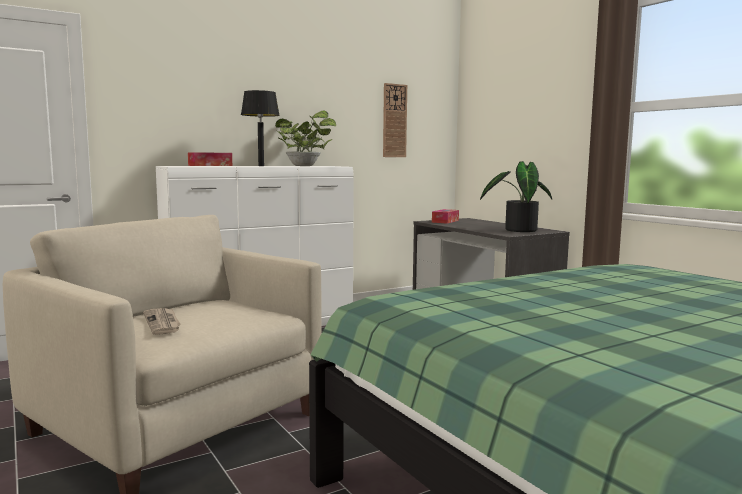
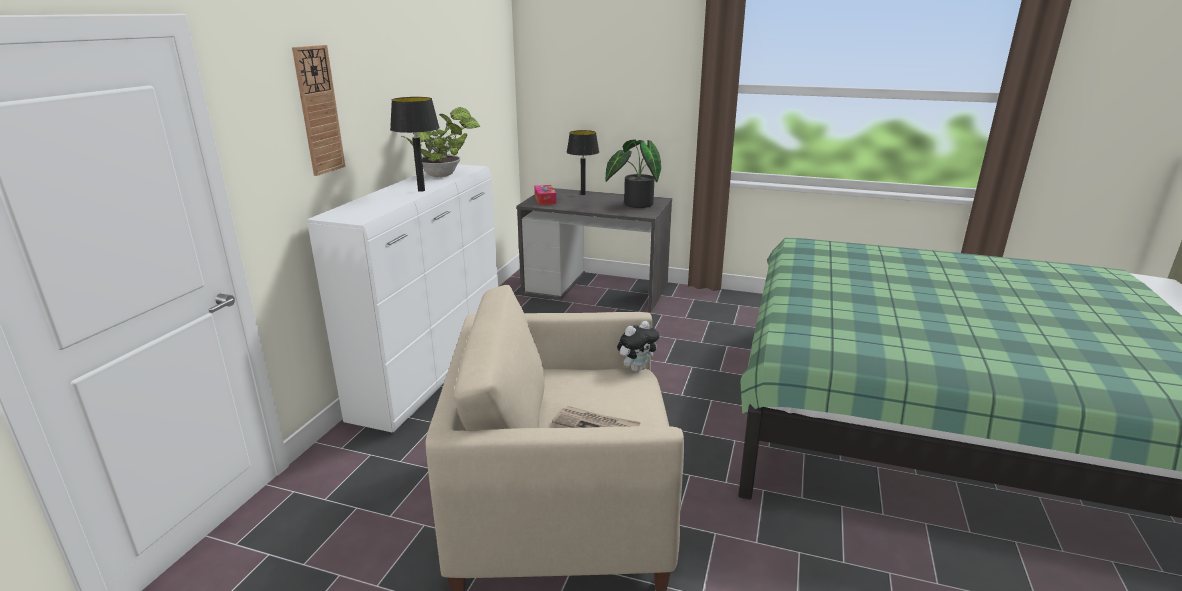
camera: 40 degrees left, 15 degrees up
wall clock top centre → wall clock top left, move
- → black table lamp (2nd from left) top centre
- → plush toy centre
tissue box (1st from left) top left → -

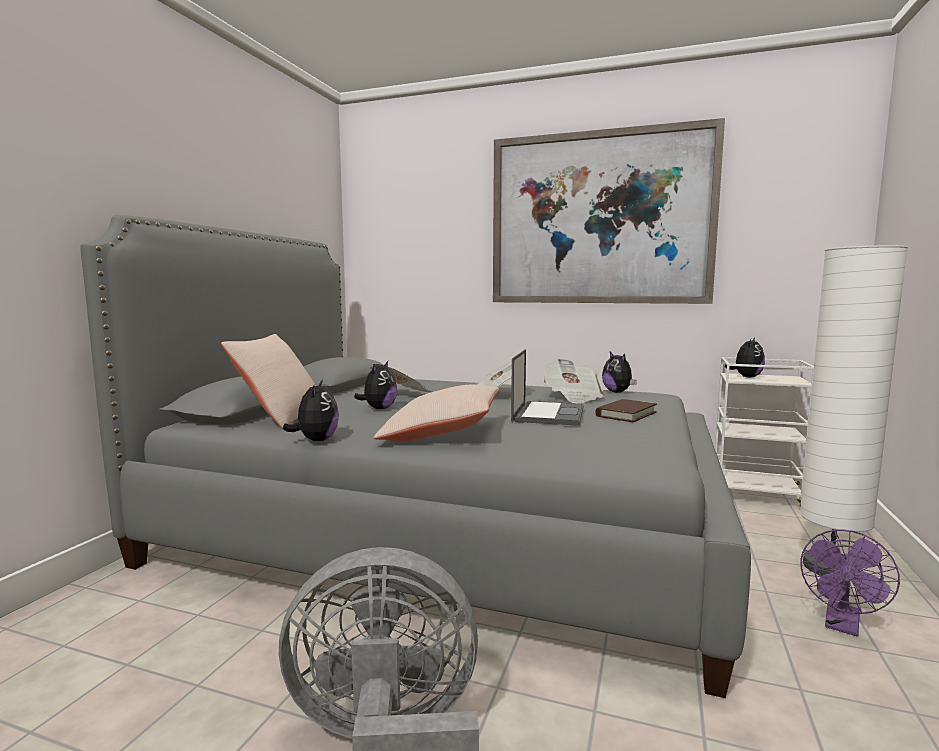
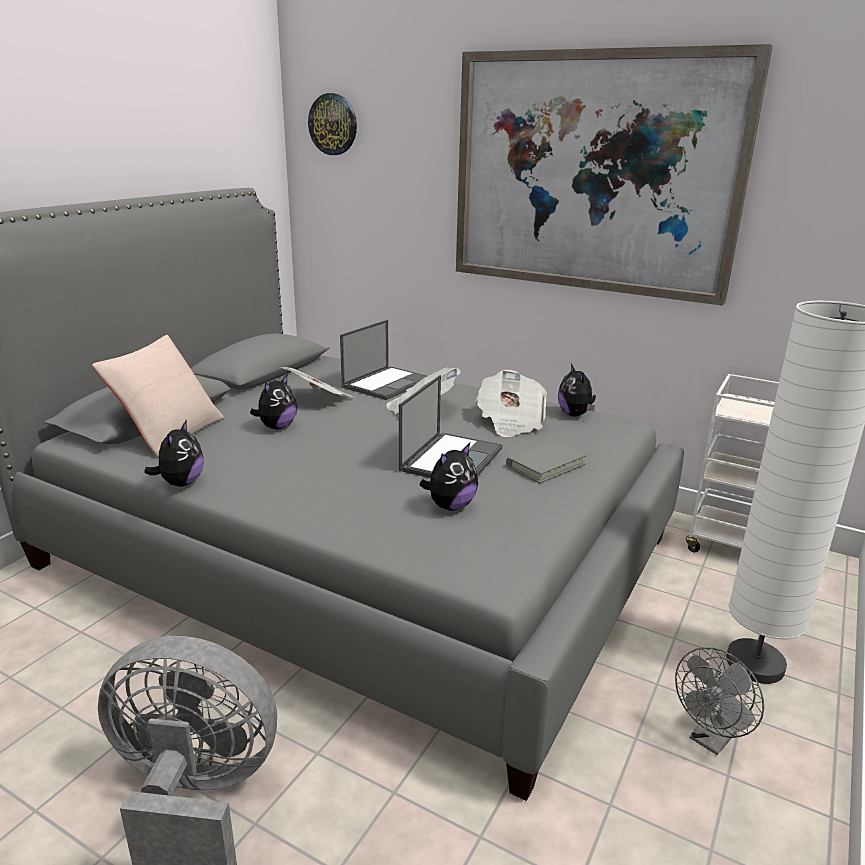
camera: 10 degrees right, 15 degrees up
- → wall clock top centre
- → laptop (1st from left) centre
plush toy (4th from left in the first image) middle right → plush toy (3rd from left) centre, move
brown book middle right → grey book centre
purple fan bottom right → grey fan (2nd from left) bottom right
beige pillow (2nd from left) centre → -

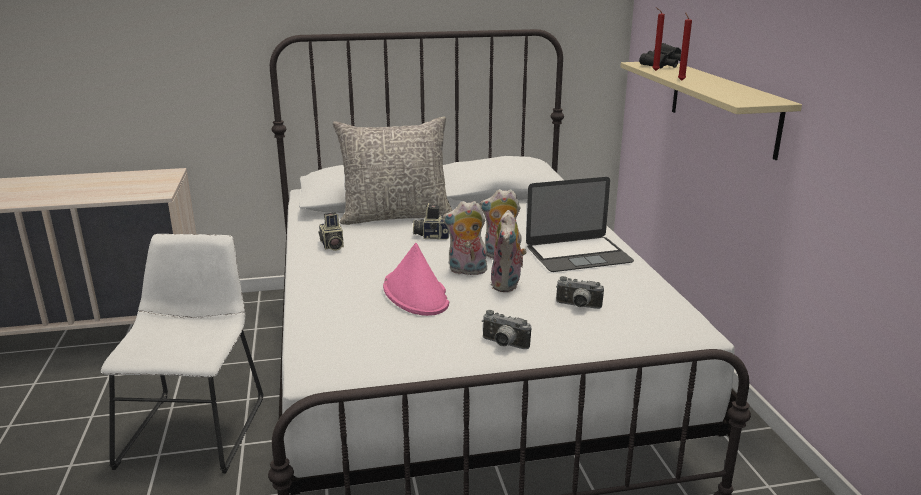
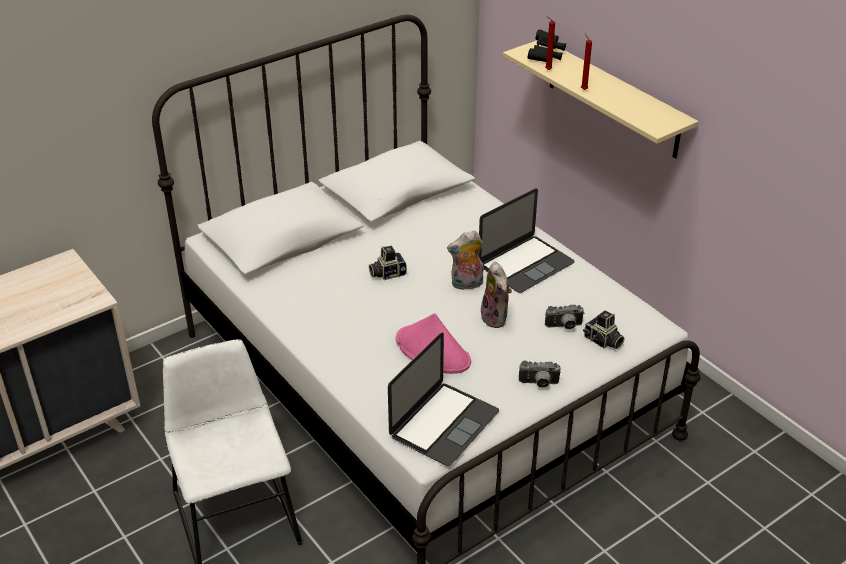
camera: 25 degrees left, 15 degrees up
- → laptop (1st from left) bottom centre
photo camera (1st from left in the first image) centre → photo camera (4th from left) middle right, move
grey pillow centre → -
plush toy (1st from left) centre → -

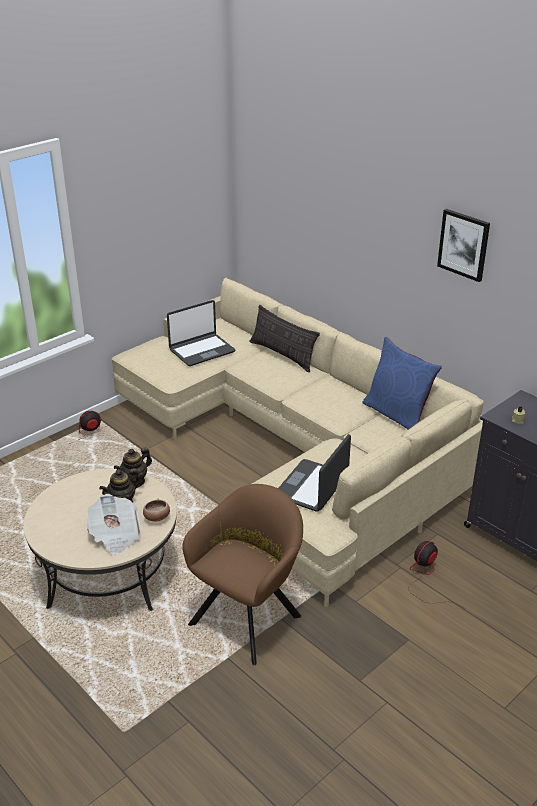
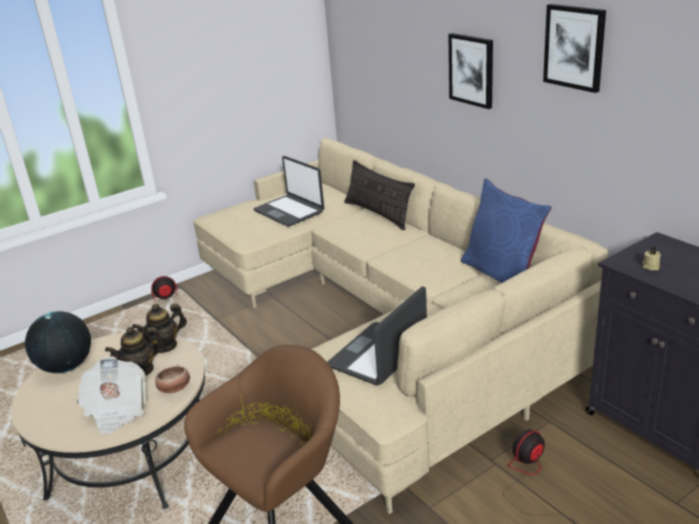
camera: 10 degrees right, 5 degrees down
- → globe middle left
laptop (1st from left) centre, 75 degrees clockwise
- → picture (1st from left) top right

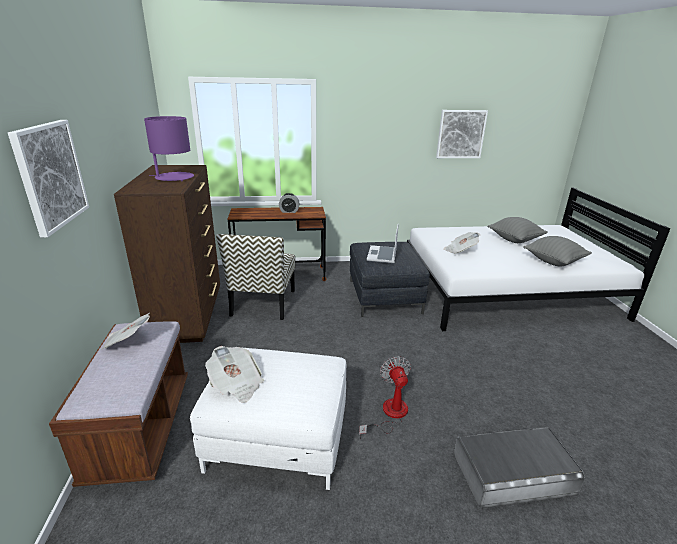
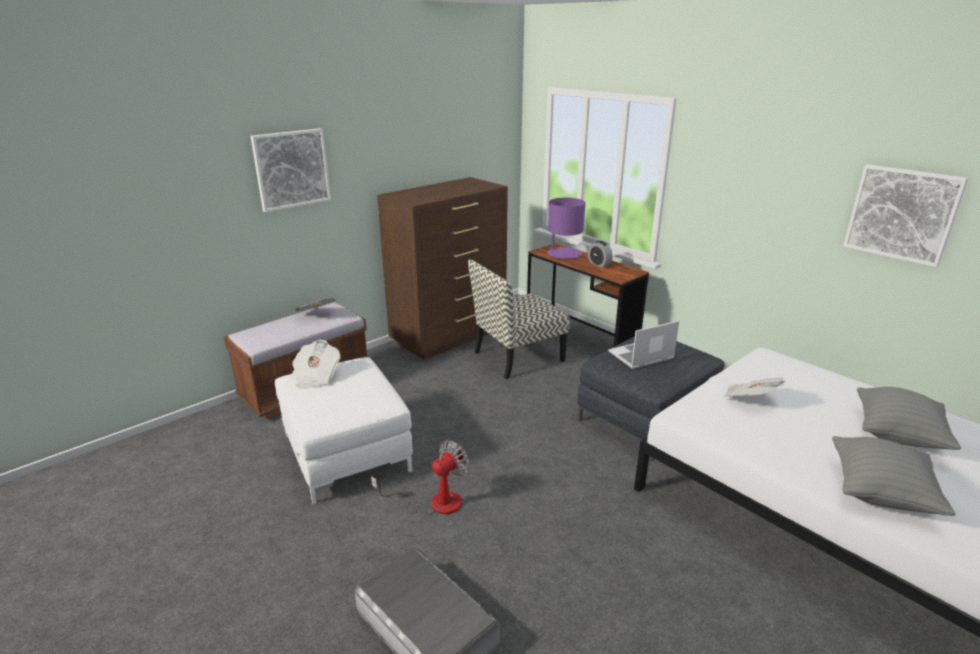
camera: 55 degrees right, 0 degrees up
purple table lamp top left → purple table lamp centre, move

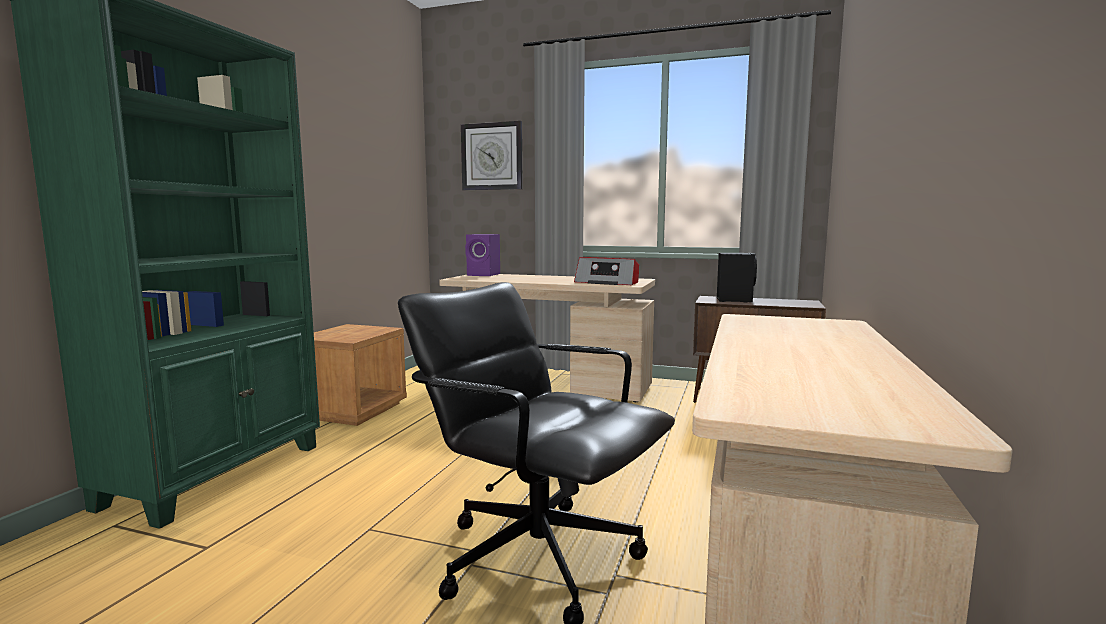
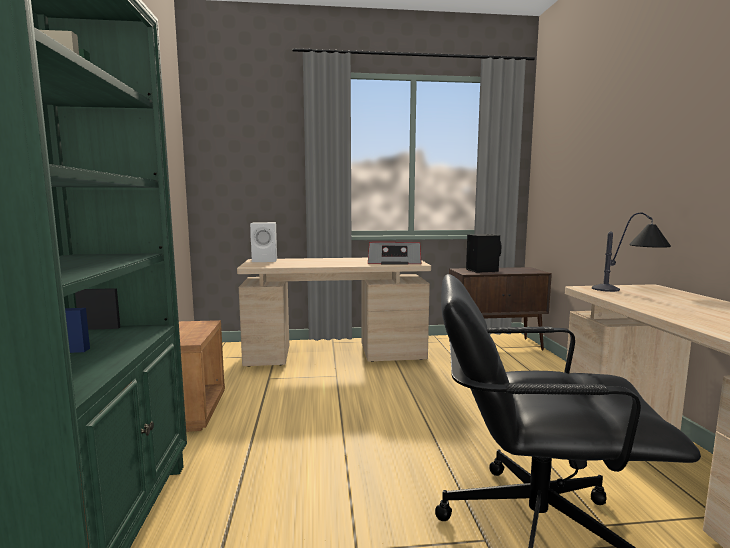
camera: 25 degrees left, 0 degrees up
purple speaker centre → white speaker centre
- → table lamp middle right
wall clock top centre → -

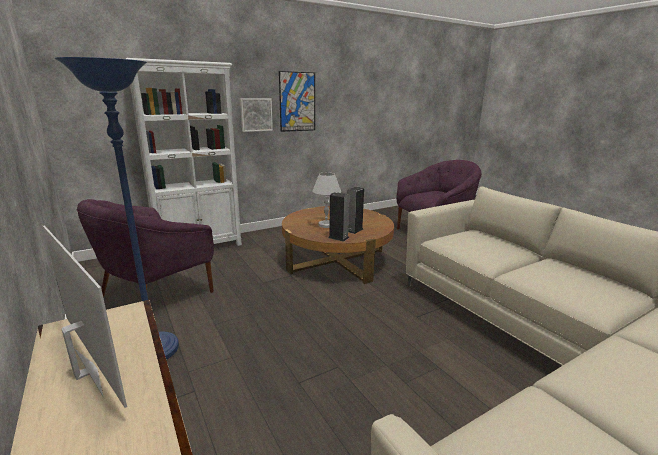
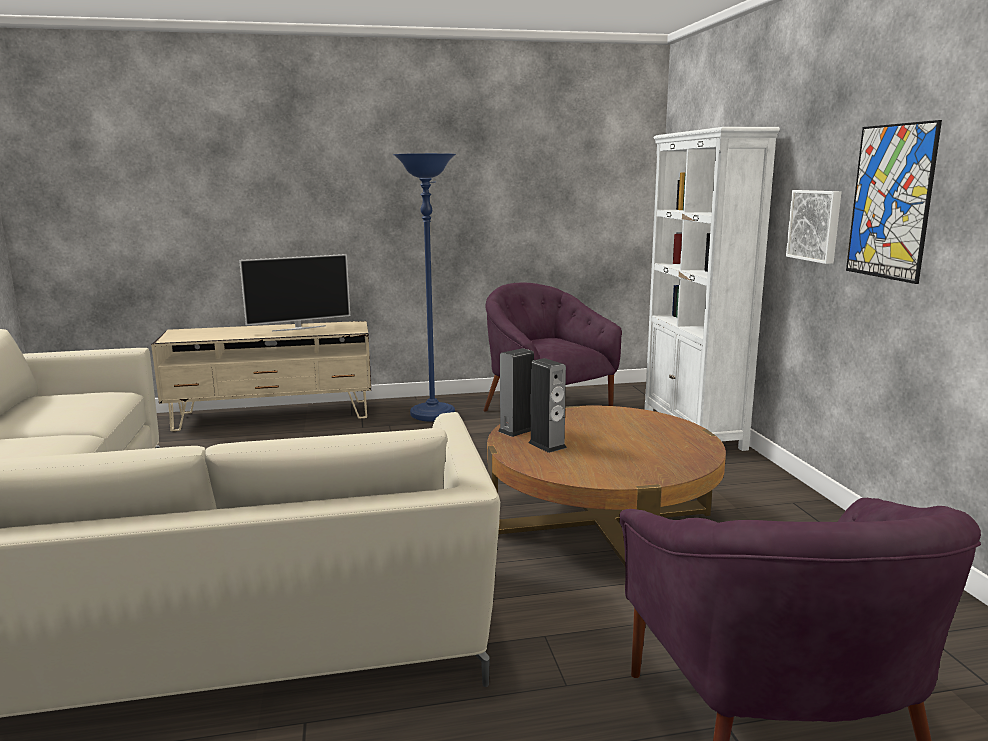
camera: 110 degrees right, 5 degrees down
white table lamp centre → -

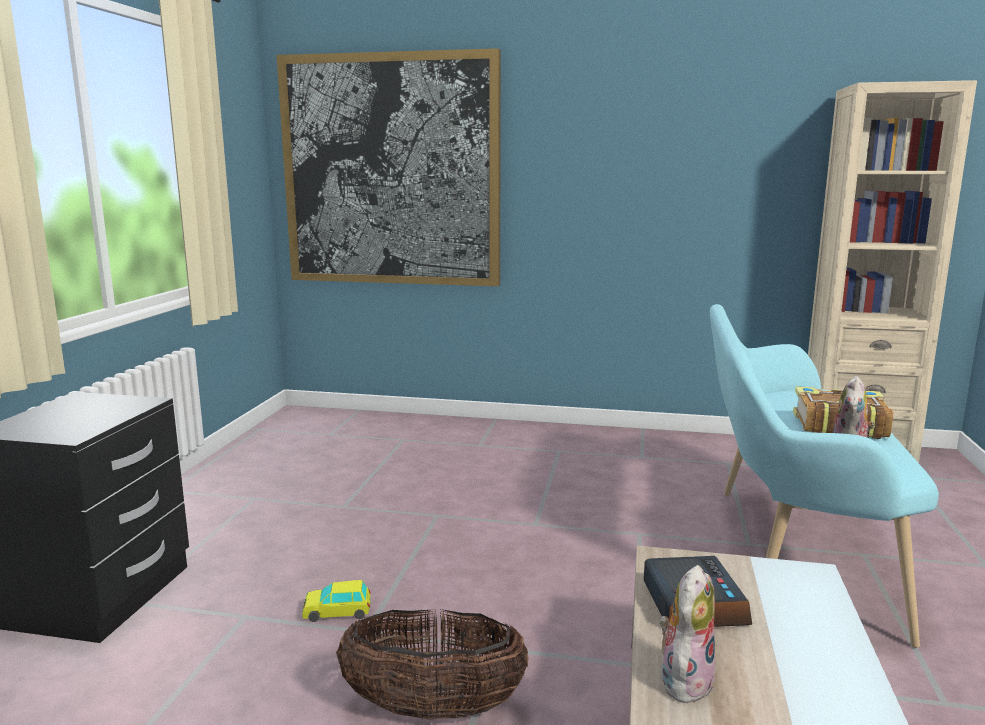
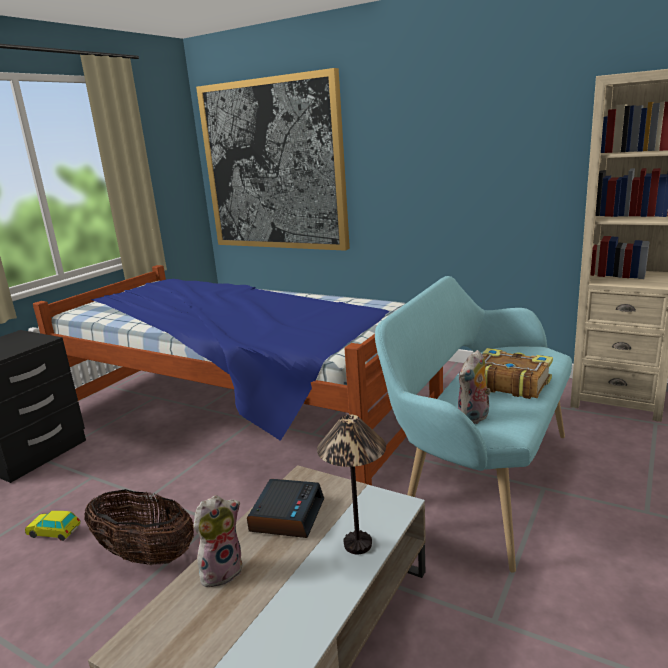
camera: 20 degrees right, 5 degrees up
toy car bottom centre → toy car bottom left, move
- → bed centre
- → table lamp bottom centre

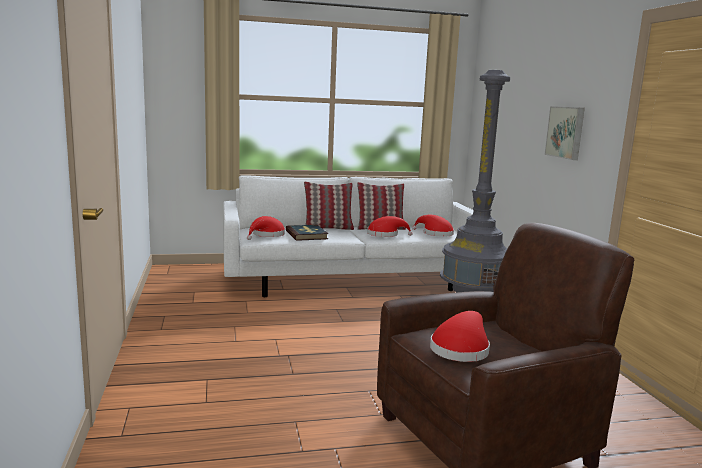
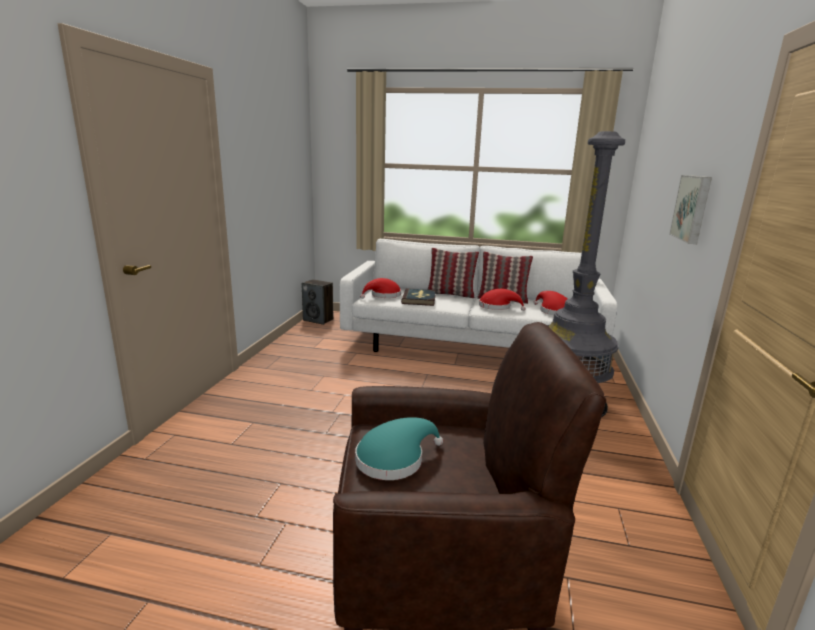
camera: 25 degrees right, 5 degrees up
- → speaker centre
red hat (4th from left) bottom centre → turquoise hat bottom centre

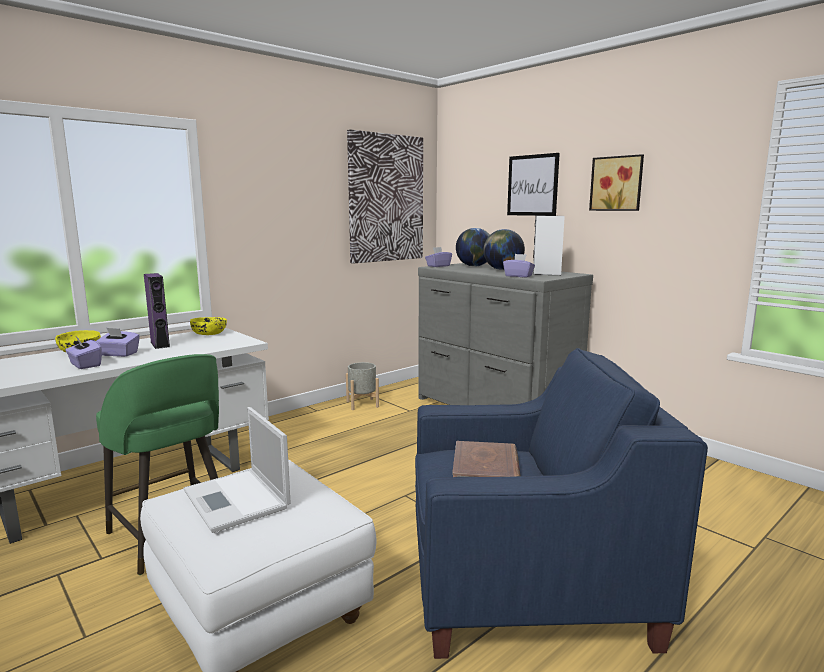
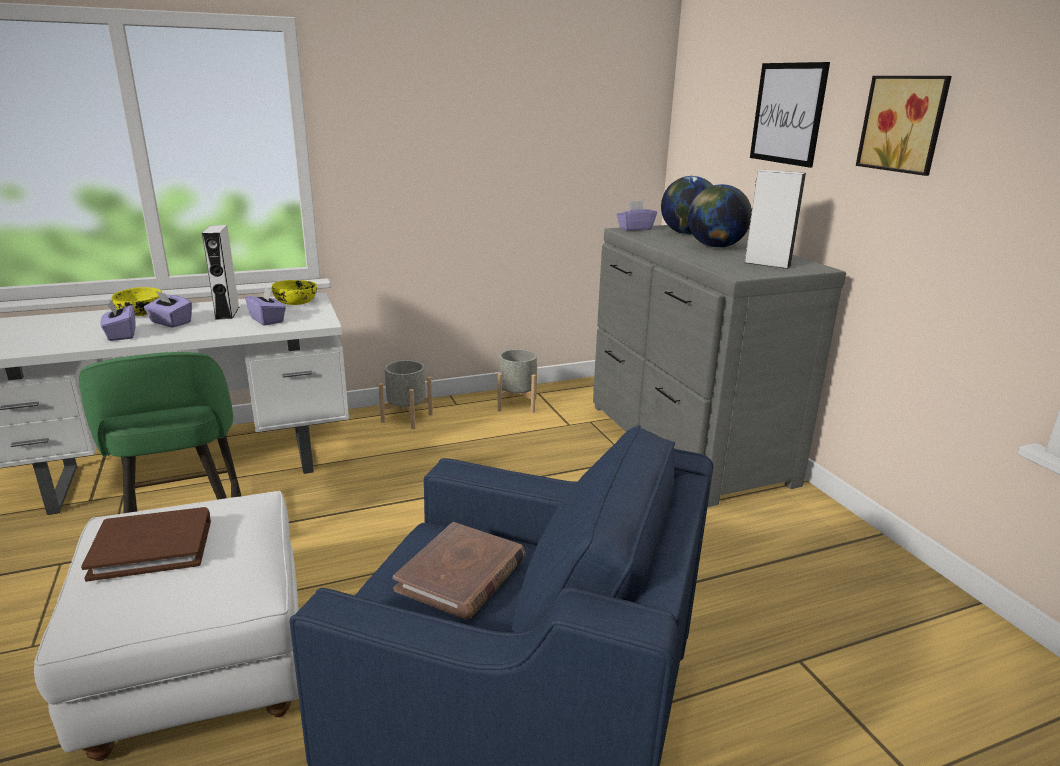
camera: 20 degrees right, 10 degrees up
laptop bottom left → brown book (1st from left) bottom left
purple speaker middle left → white speaker (1st from left) middle left
purple tissue box (4th from left in the first image) centre → purple tissue box (3rd from left) middle left, move
- → grey planter (1st from left) centre
picture (1st from left) top centre → -

